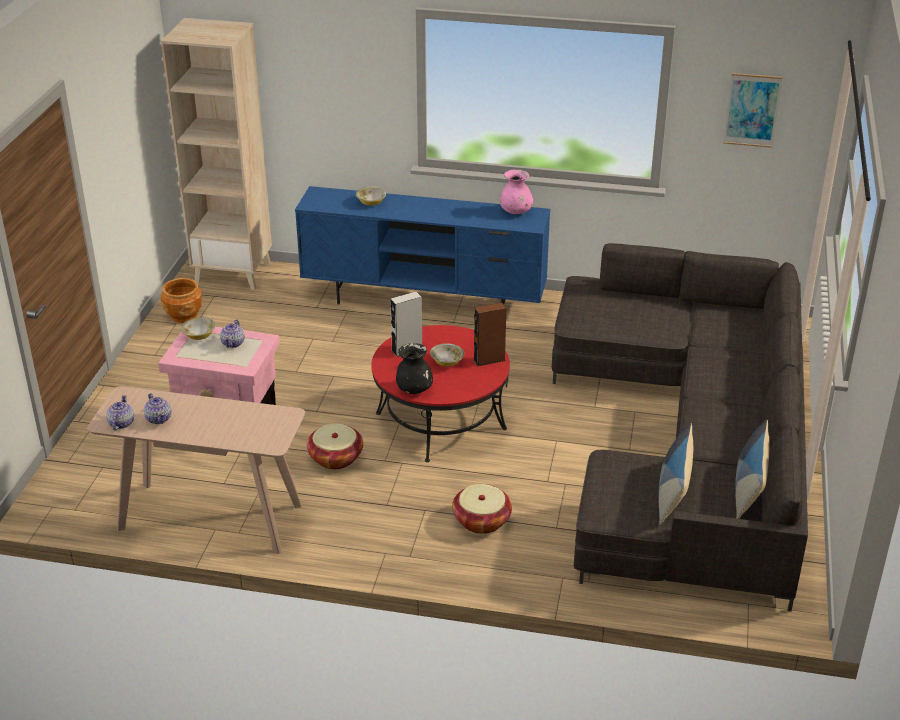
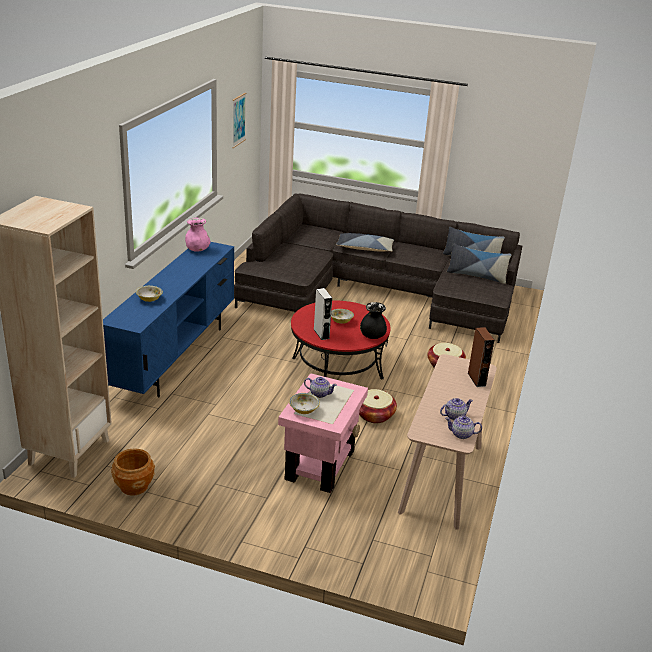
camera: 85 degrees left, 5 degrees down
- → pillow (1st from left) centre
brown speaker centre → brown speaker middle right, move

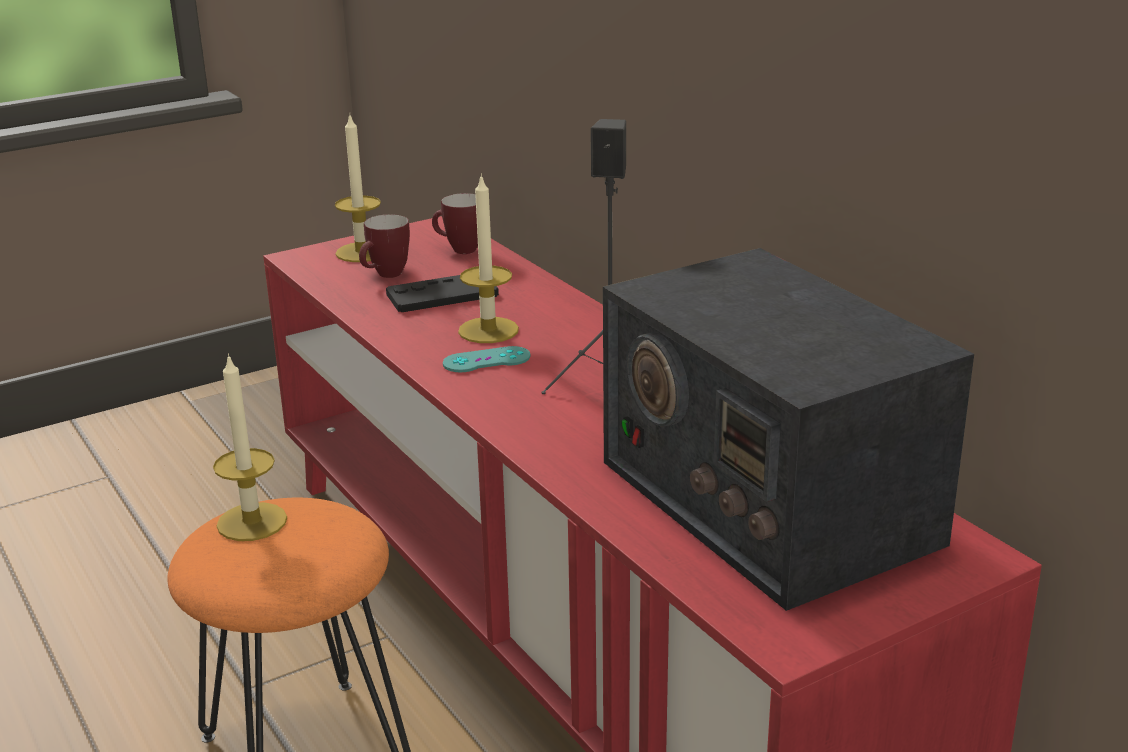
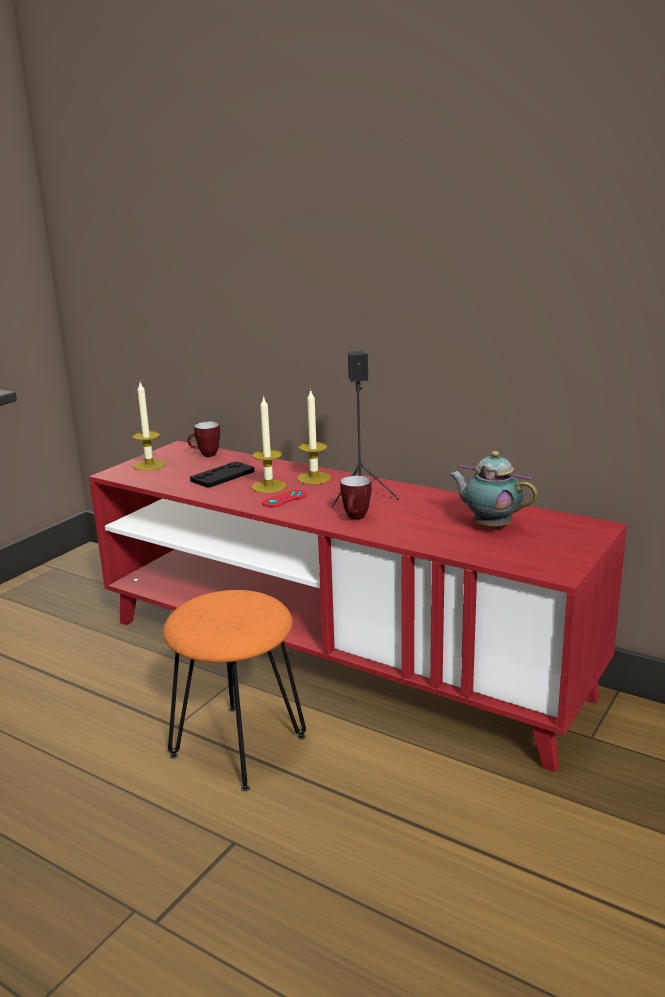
camera: 25 degrees left, 5 degrees down
turquoise game controller centre → red game controller centre
candle (1st from left in the first image) middle left → candle (3rd from left) centre, move
mug (1st from left in the first image) top centre → mug (2nd from left) centre, move
radio middle right → teapot middle right

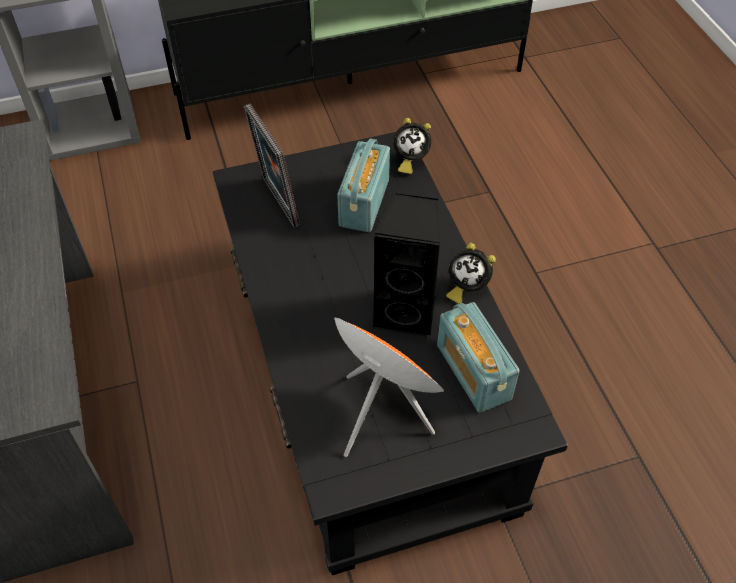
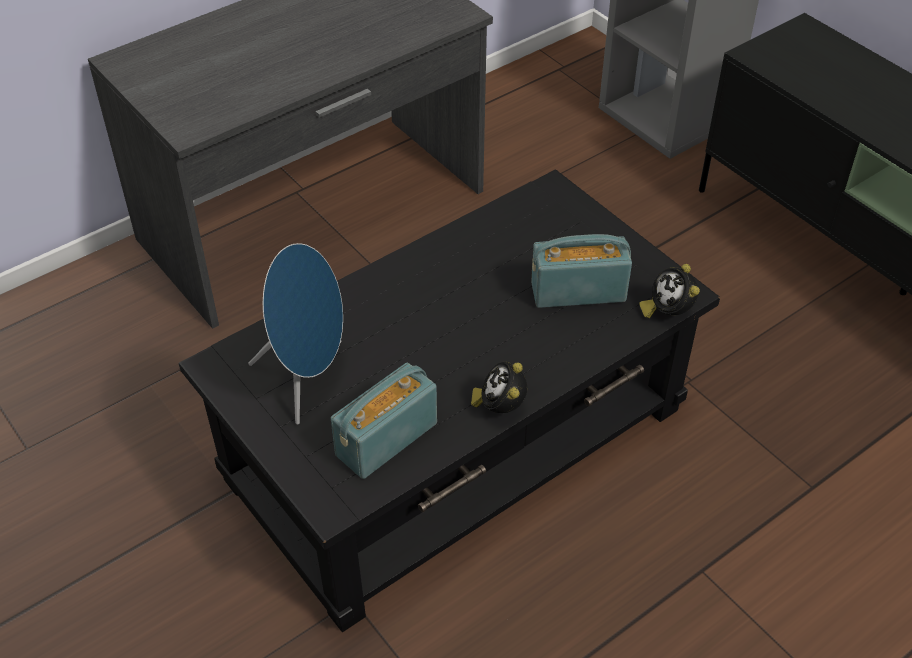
camera: 70 degrees right, 5 degrees down
orange speaker centre → blue speaker middle left
picture frame top centre → -
black speaker centre → -

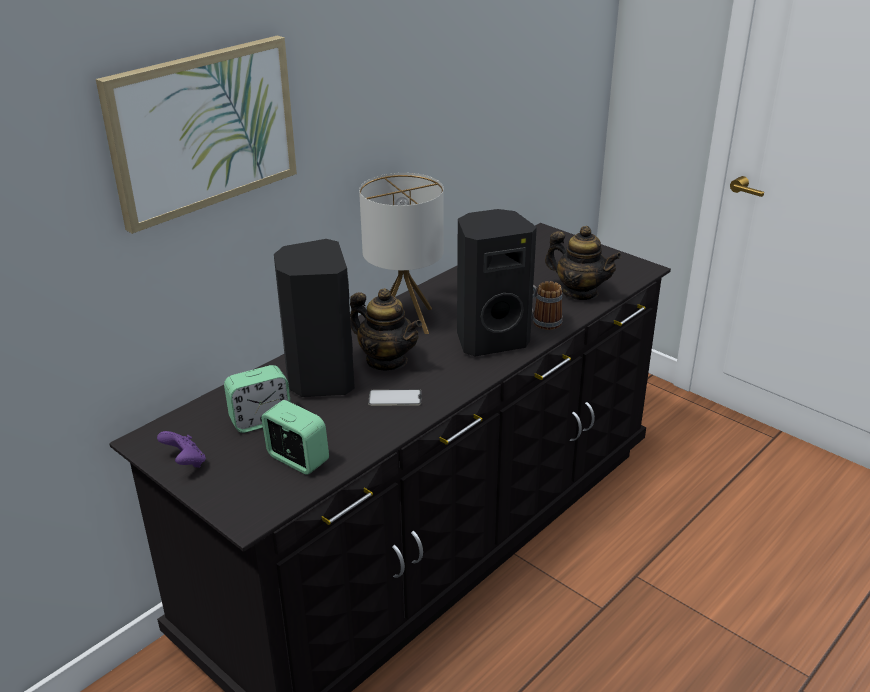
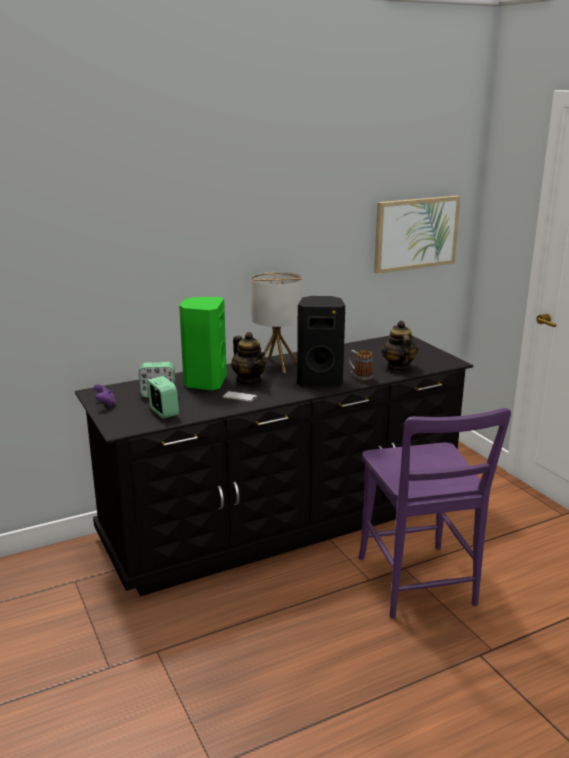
camera: 20 degrees right, 10 degrees down
black speaker (1st from left) centre → green speaker centre
- → purple chair bottom right
picture top left → picture top right, move
teapot (2nd from left) middle right, 150 degrees counterclockwise

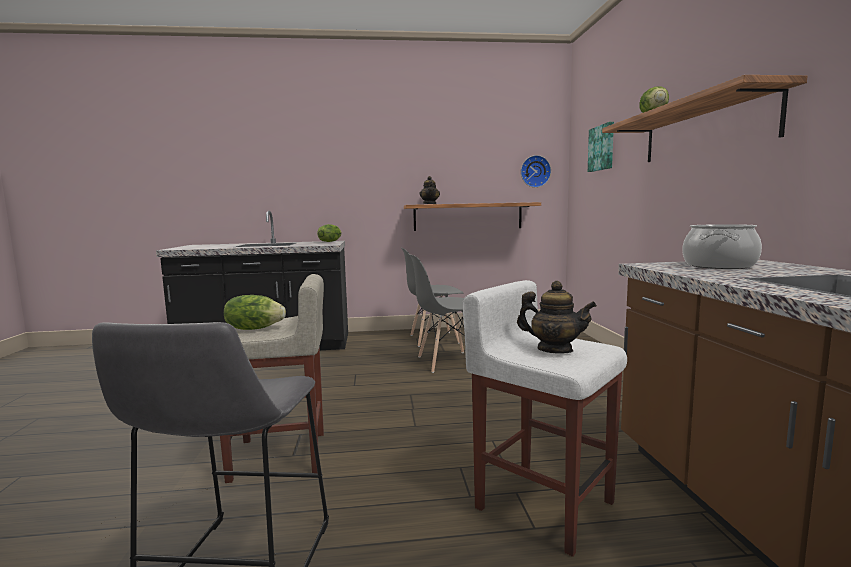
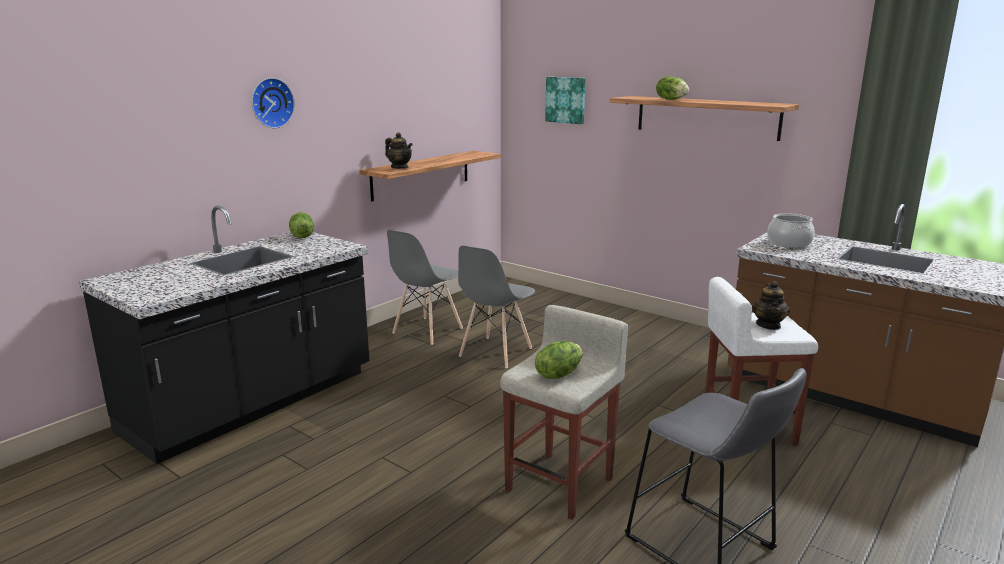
camera: 45 degrees left, 10 degrees up
wall clock top centre → wall clock top left, move
teapot (2nd from left) centre → teapot (2nd from left) middle right, 120 degrees clockwise

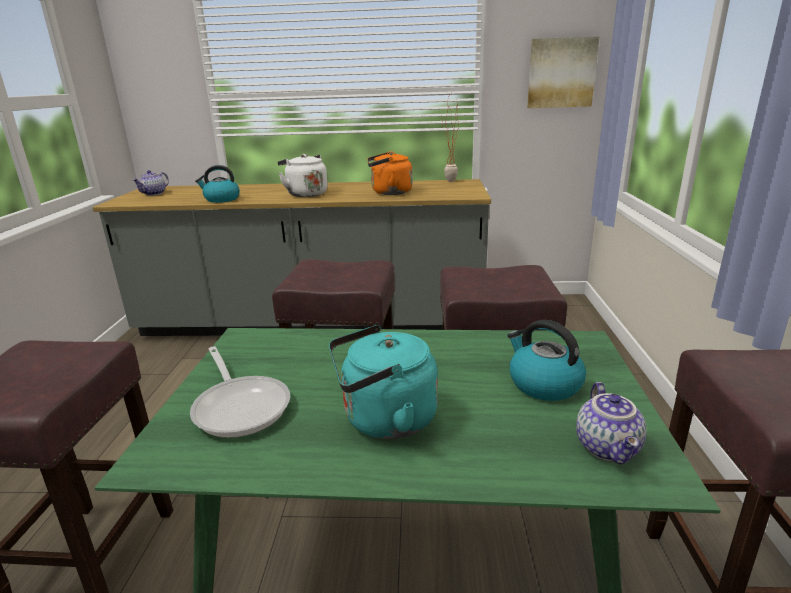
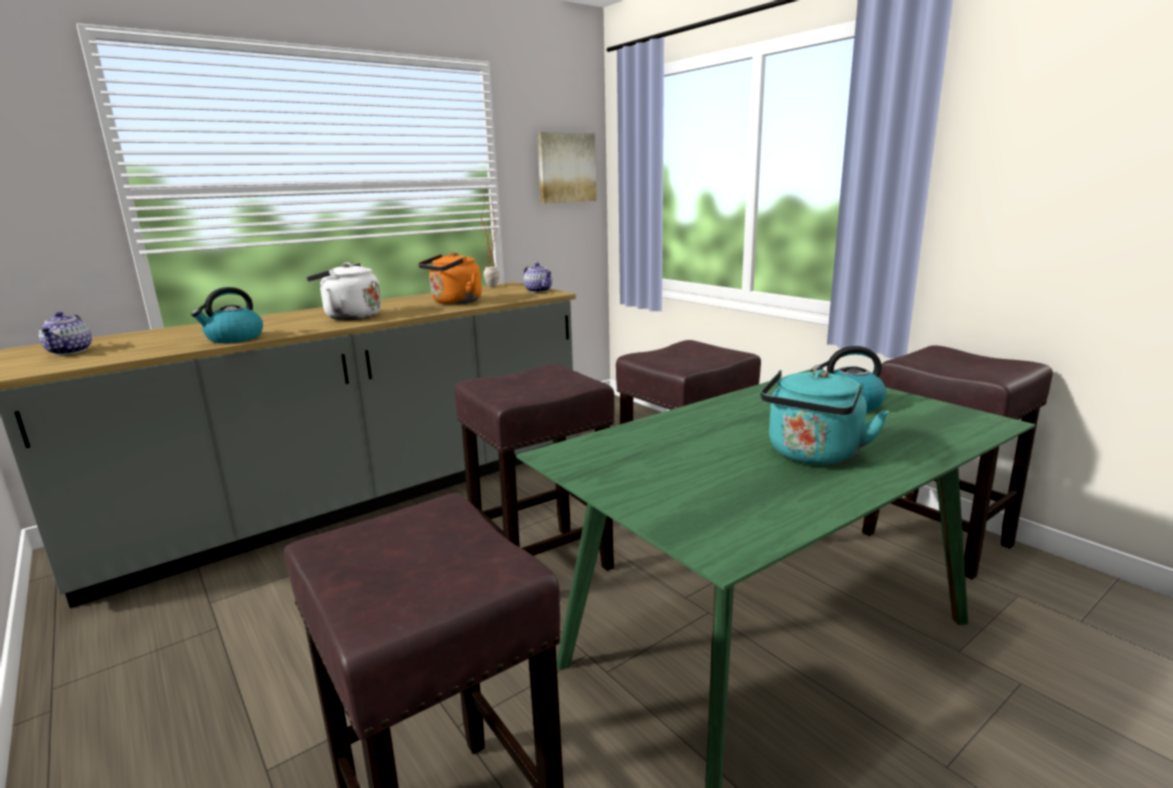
camera: 40 degrees left, 5 degrees down
teapot (2nd from left) bottom right → teapot (2nd from left) centre, move
frying pan middle left → -

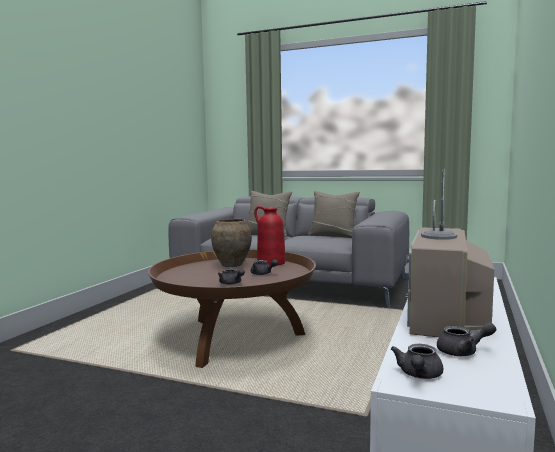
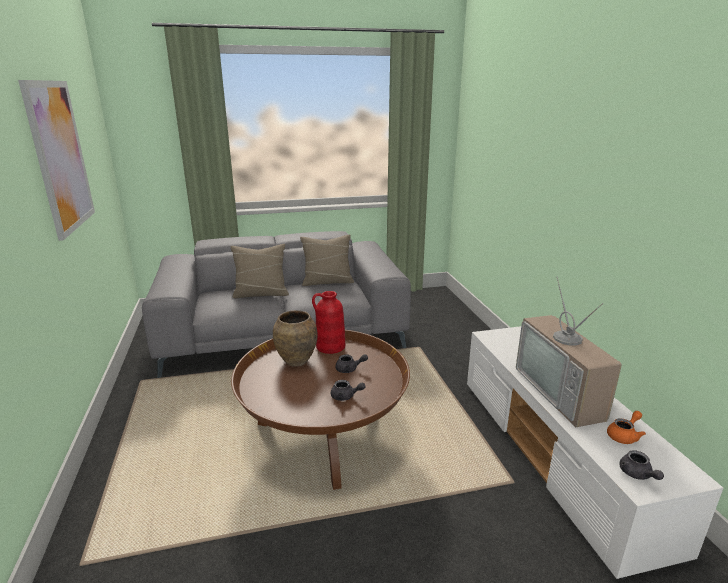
camera: 35 degrees left, 15 degrees up
- → picture top left
grey teapot (4th from left) bottom right → orange teapot bottom right

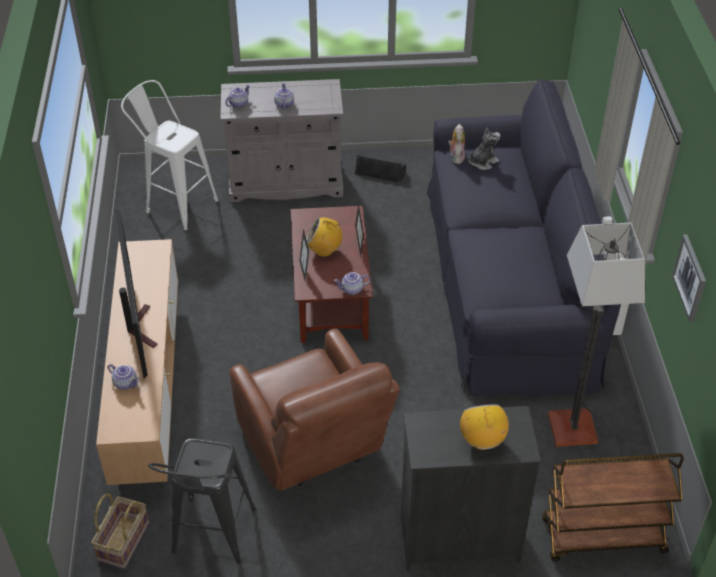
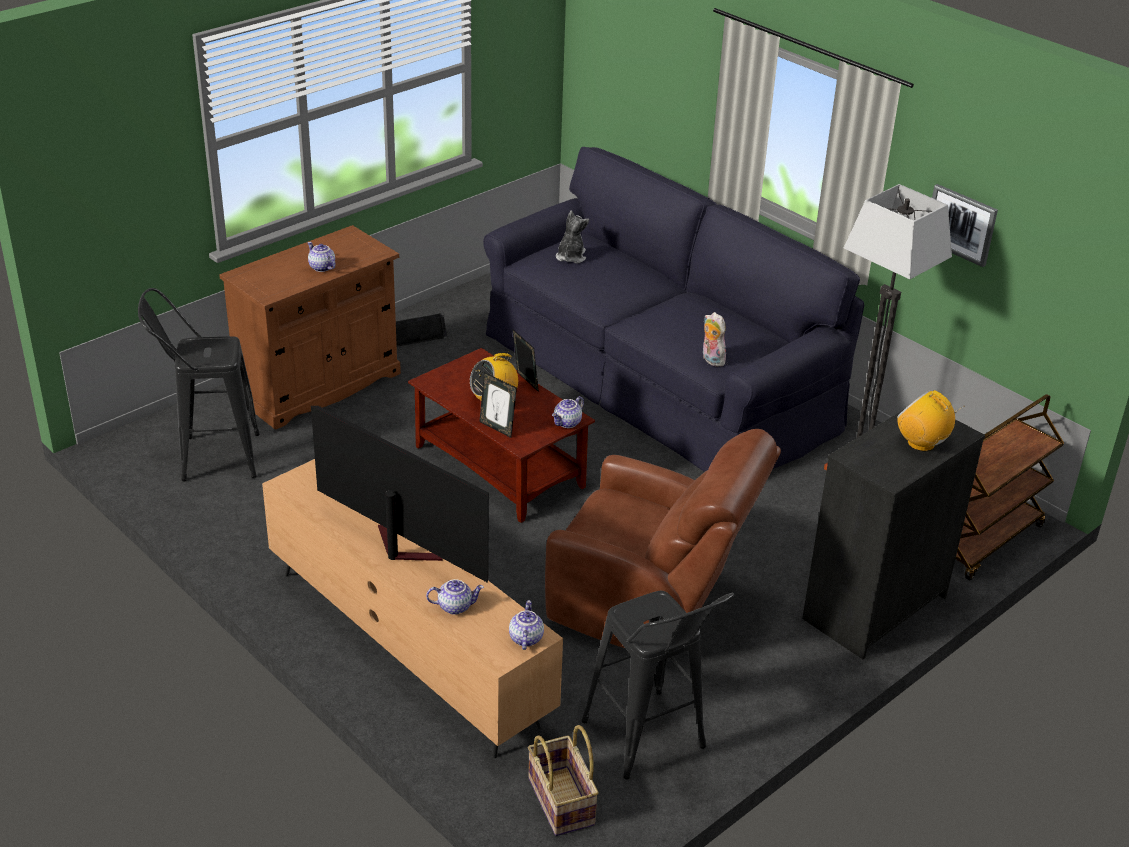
camera: 40 degrees left, 10 degrees down
white stool top left → black stool (1st from left) middle left
grey cabinet top centre → brown cabinet middle left
teapot (2nd from left in the first image) top left → teapot (3rd from left) bottom centre, move
plush toy (1st from left in the first image) top centre → plush toy (2nd from left) centre, move

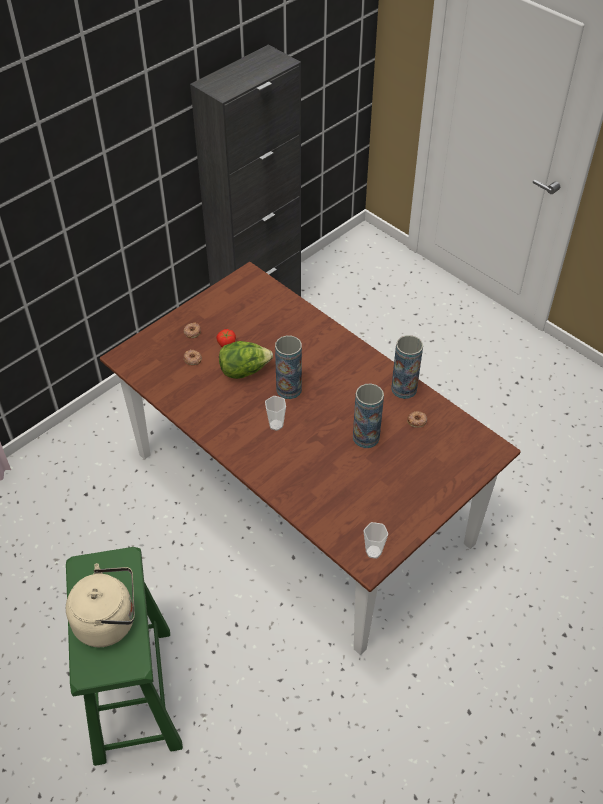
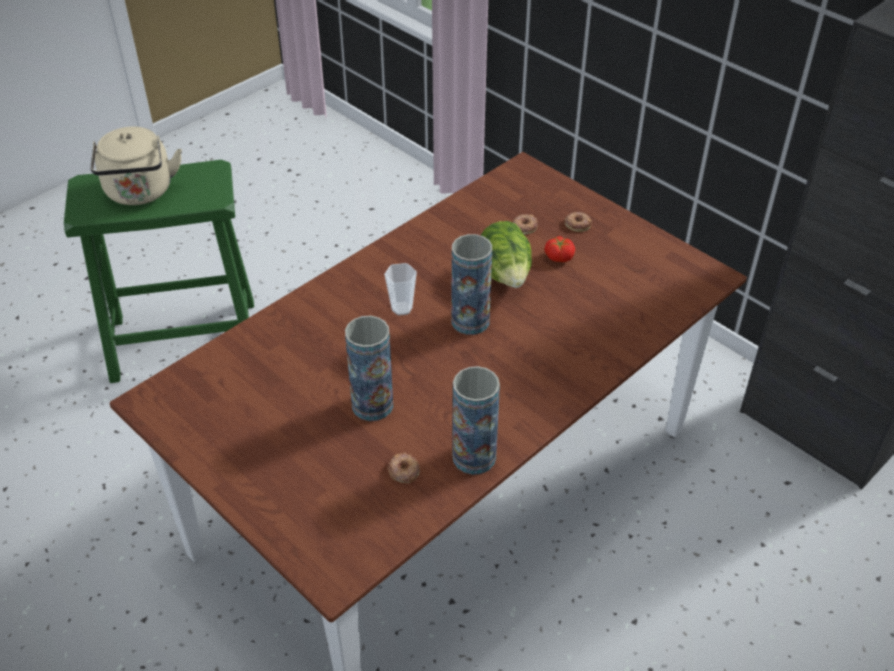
camera: 90 degrees right, 5 degrees down
cup (2nd from left) bottom centre → -

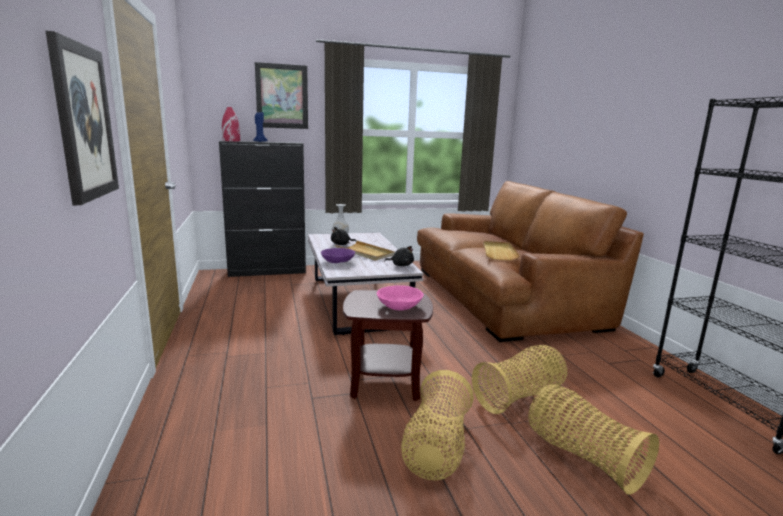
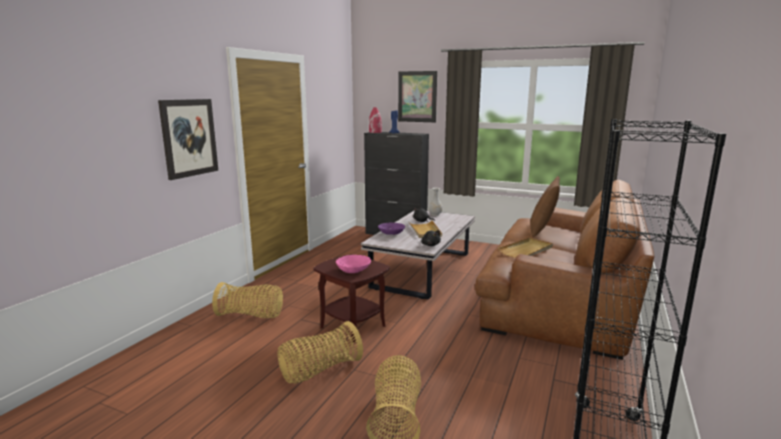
camera: 40 degrees right, 0 degrees up
basket (2nd from left in the first image) bottom centre → basket (1st from left) bottom left, move
- → brown pillow middle right

